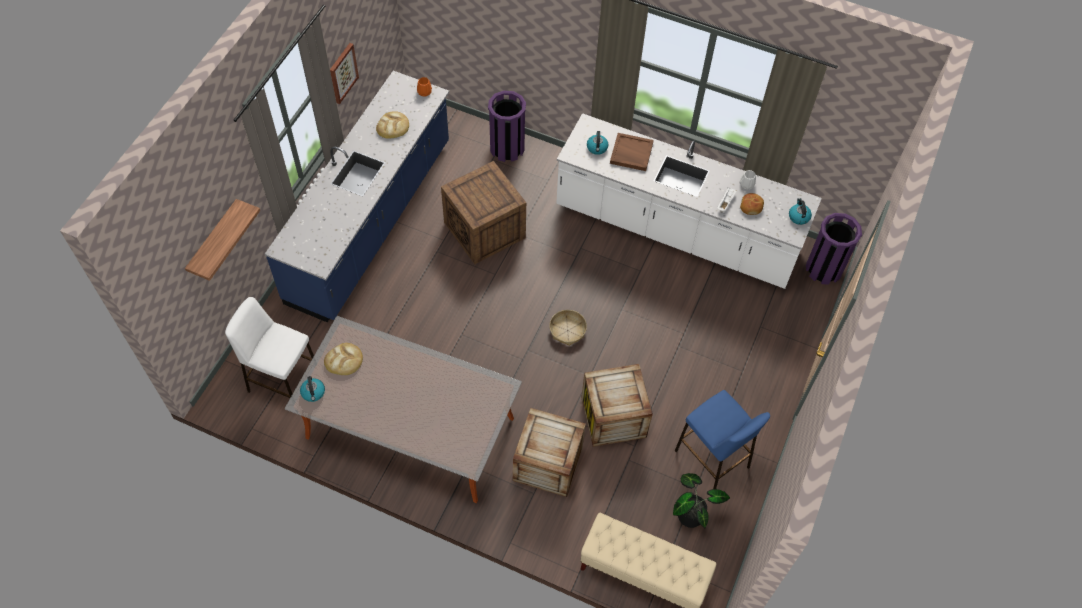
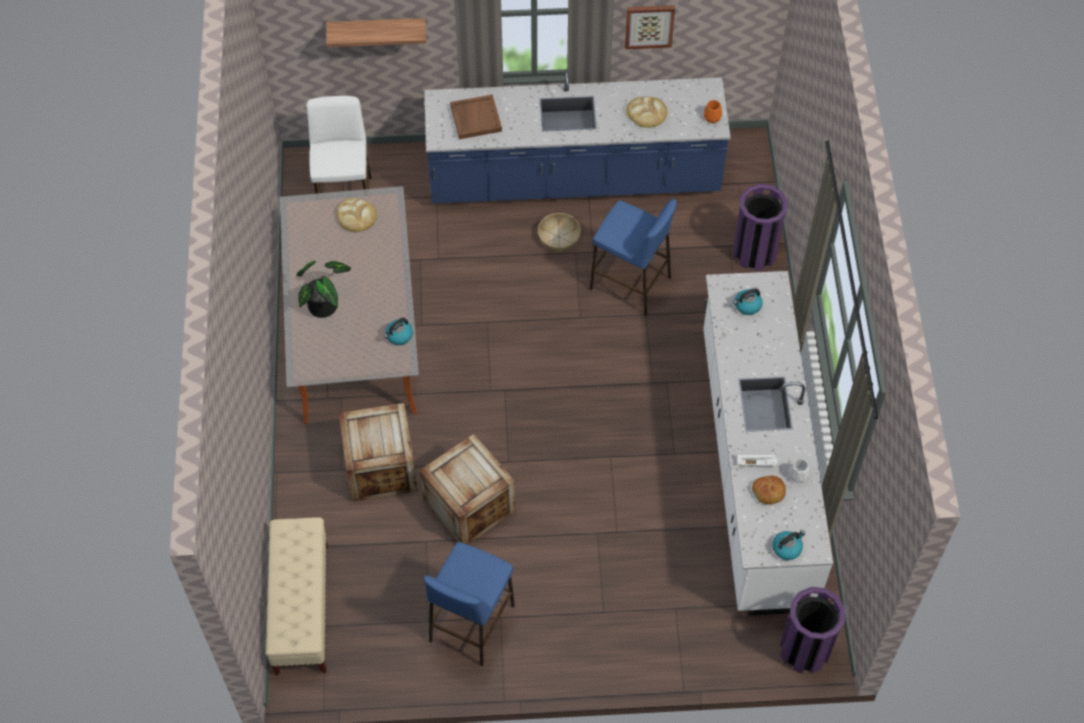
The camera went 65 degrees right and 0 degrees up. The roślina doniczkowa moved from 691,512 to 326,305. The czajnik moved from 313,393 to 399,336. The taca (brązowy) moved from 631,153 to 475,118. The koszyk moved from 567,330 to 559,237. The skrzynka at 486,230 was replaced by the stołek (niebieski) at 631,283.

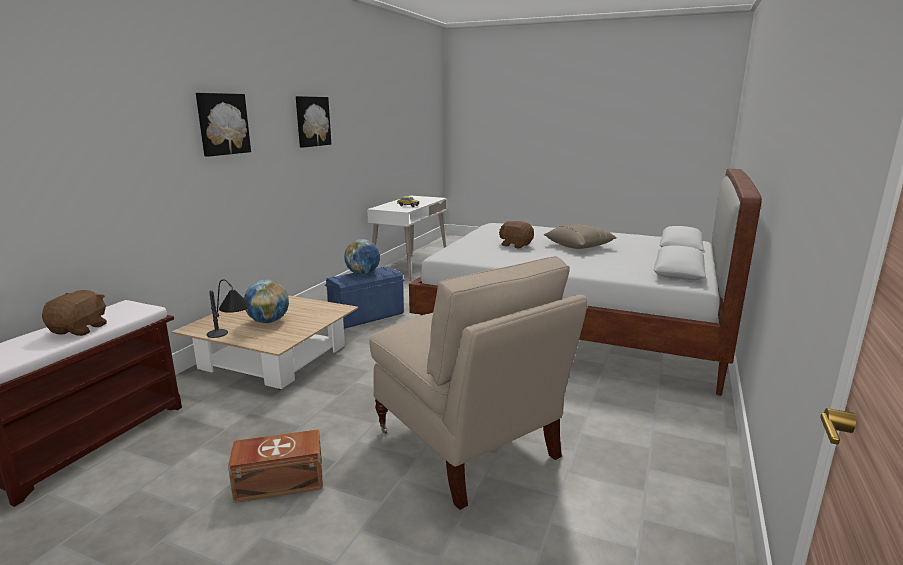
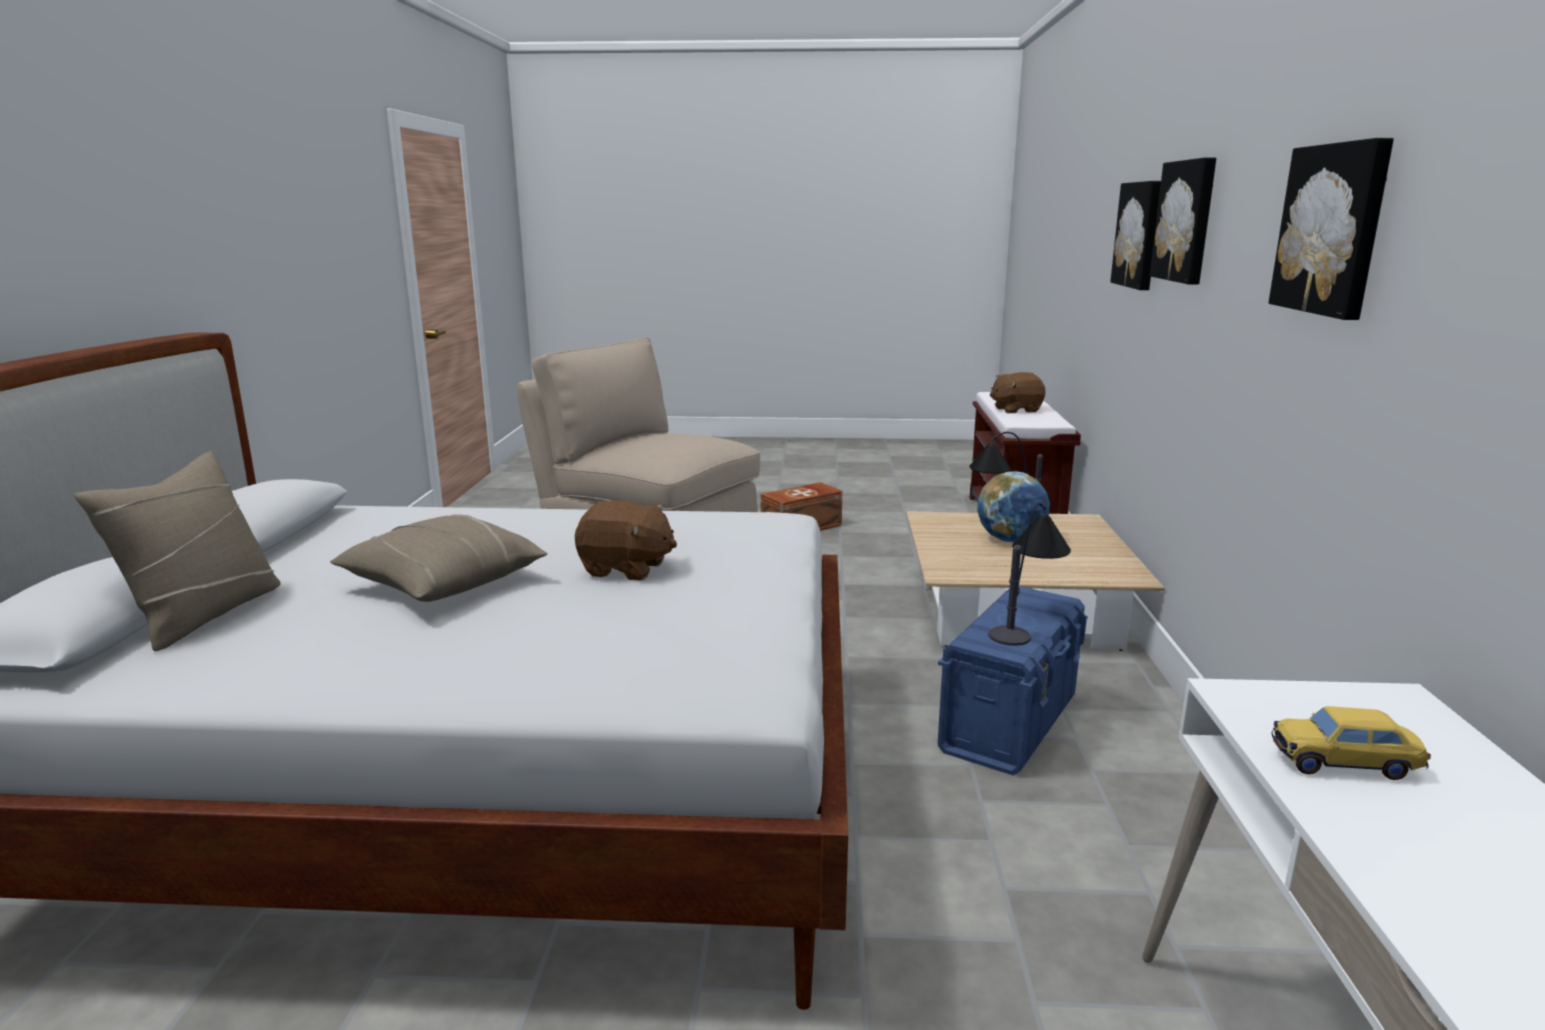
The camera went 160 degrees right and 0 degrees up. The poduszka (beżowy) at 204,614 appeared. The globus at 363,274 was replaced by the lampa stołowa at 1025,621. The pluszak (brązowy) at 80,329 turned 90 degrees clockwise. The obraz at 1140,235 appeared.

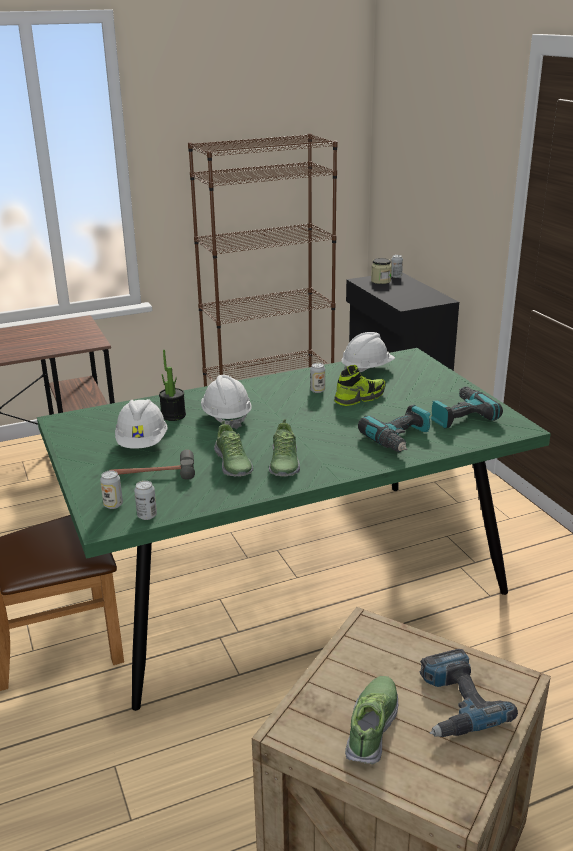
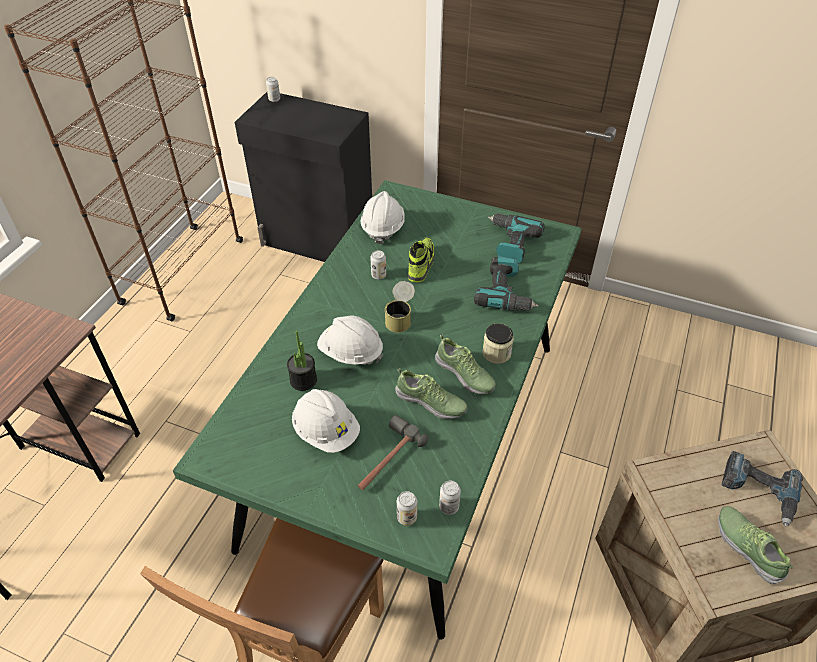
The camera went 45 degrees left and 20 degrees up. The puszka at 400,317 appeared. The słoik moved from 381,281 to 496,353.

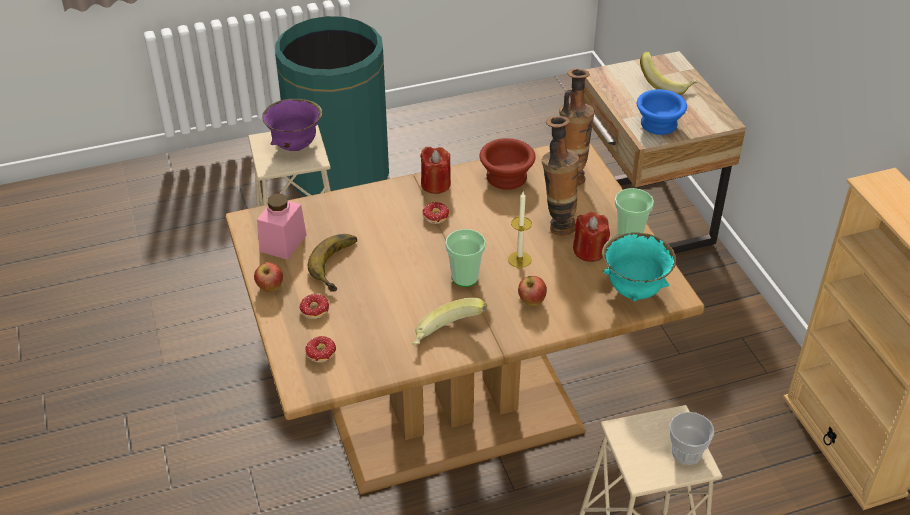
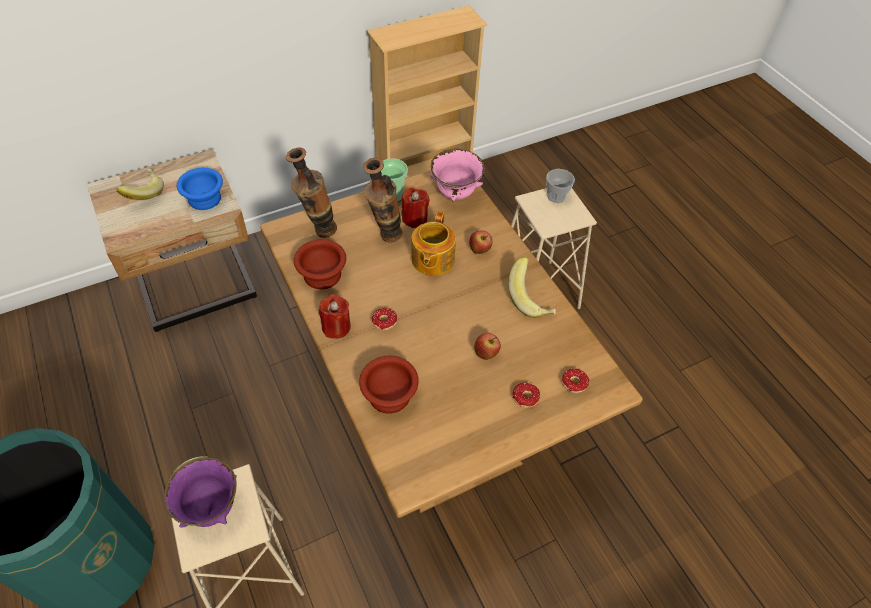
The camera went 100 degrees left and 10 degrees up. The miska (brązowy) at 390,396 appeared. The świeca at 519,259 was replaced by the imbryk at 432,260. The miska (turkusowy) at 634,291 became the miska (różowy) at 455,194. The jabłko moved from 270,288 to 486,353. The słoik (różowy) at 283,243 disappeared. The banan at 340,265 disappeared. The filiżanka at 465,278 disappeared.

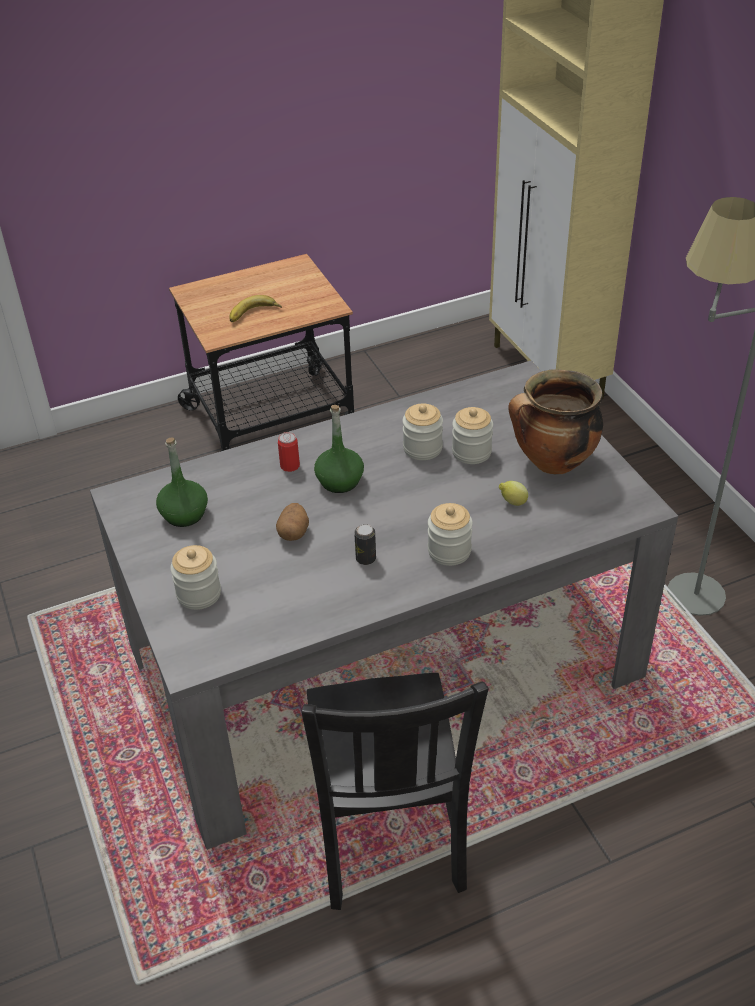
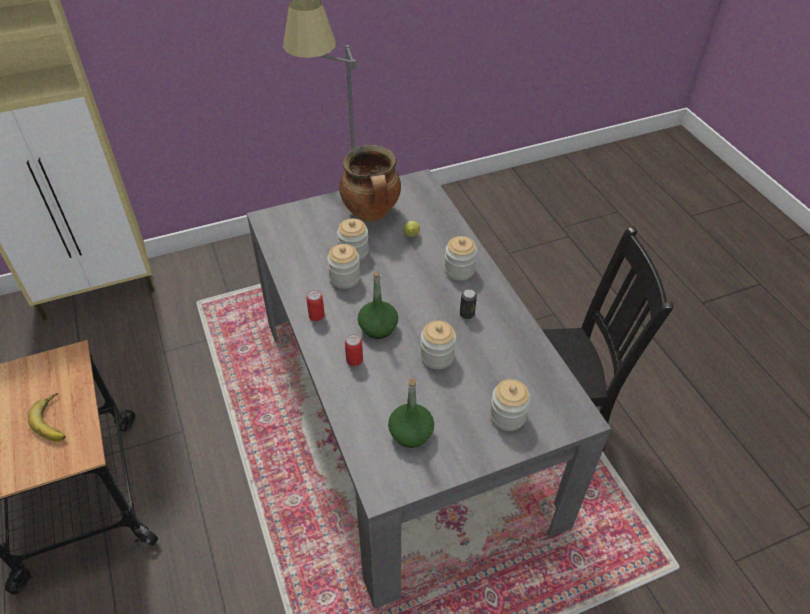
The camera went 90 degrees left and 5 degrees up. The puszka at 316,315 appeared. The ziemniak at 293,532 was replaced by the słoik at 437,356.

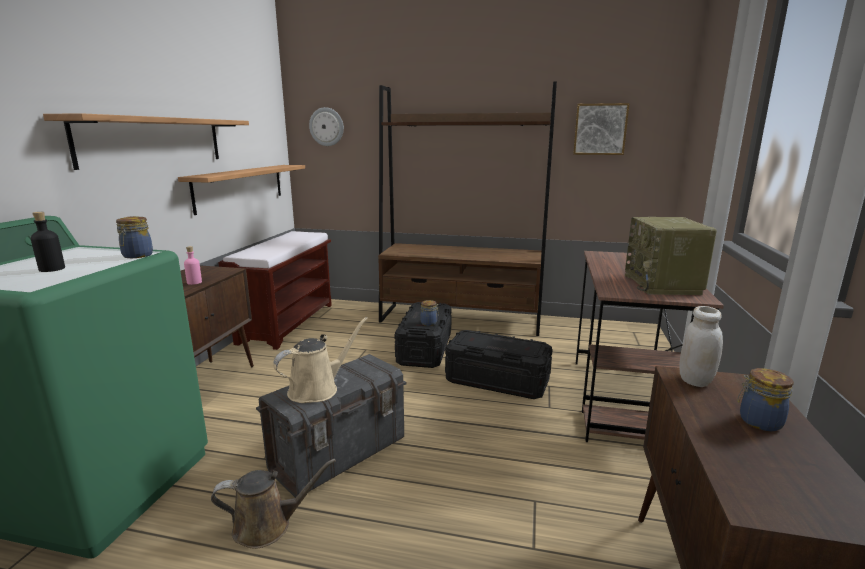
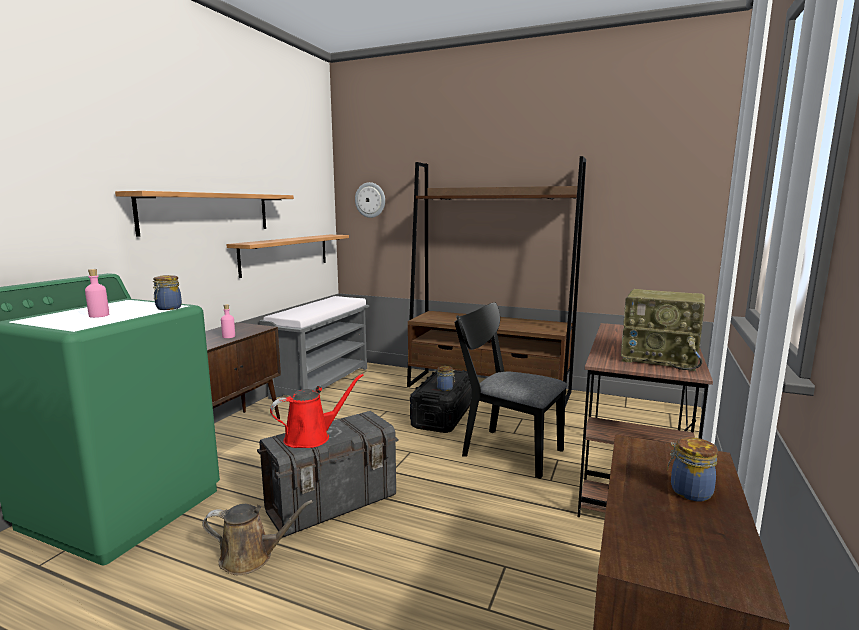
The camera went 10 degrees right and 5 degrees down. The butelka (czarny) at 52,269 became the butelka (różowy) at 99,315. The ławka (brązowy) at 287,322 became the ławka (szary) at 322,382. The konewka (beżowy) at 318,389 became the konewka (czerwony) at 312,437. The pojemnik do przechowywania (czarny) at 497,380 was replaced by the krzesło (czarny) at 505,450. The radio at 663,285 turned 75 degrees counterclockwise. The obraz at 600,129 disappeared. The słoik (biały) at 695,380 disappeared.

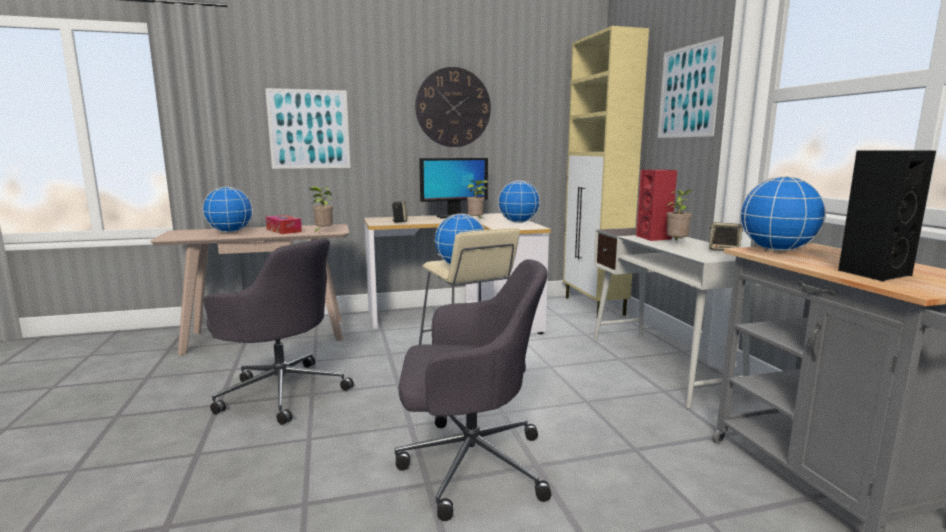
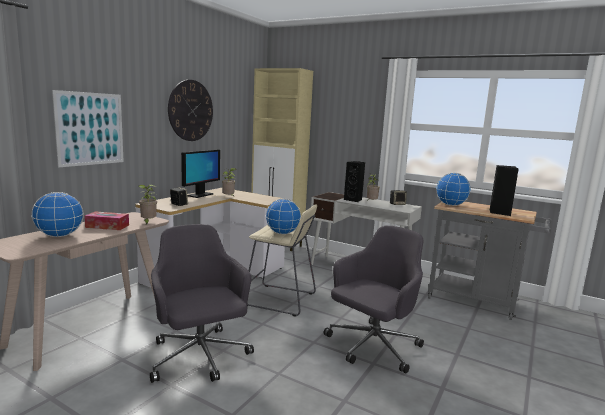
The camera went 45 degrees left and 0 degrees up. The krzesło biurowe (szary) at 282,391 turned 105 degrees counterclockwise. The głośnik (czerwony) at 654,238 became the głośnik (czarny) at 354,200. The globus at 518,222 disappeared. The obraz at 688,92 disappeared.

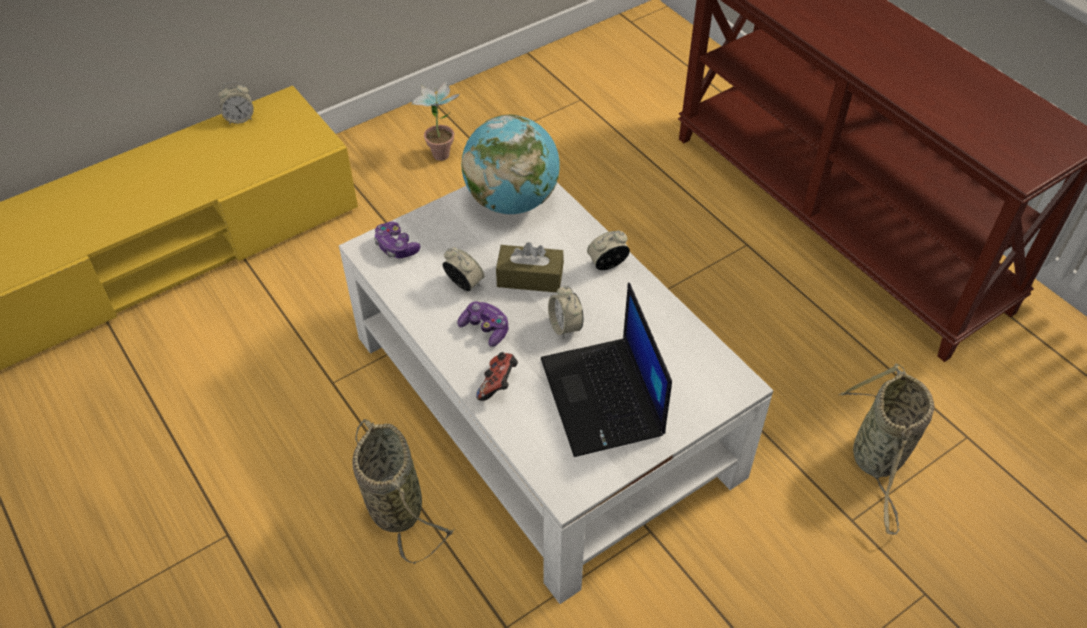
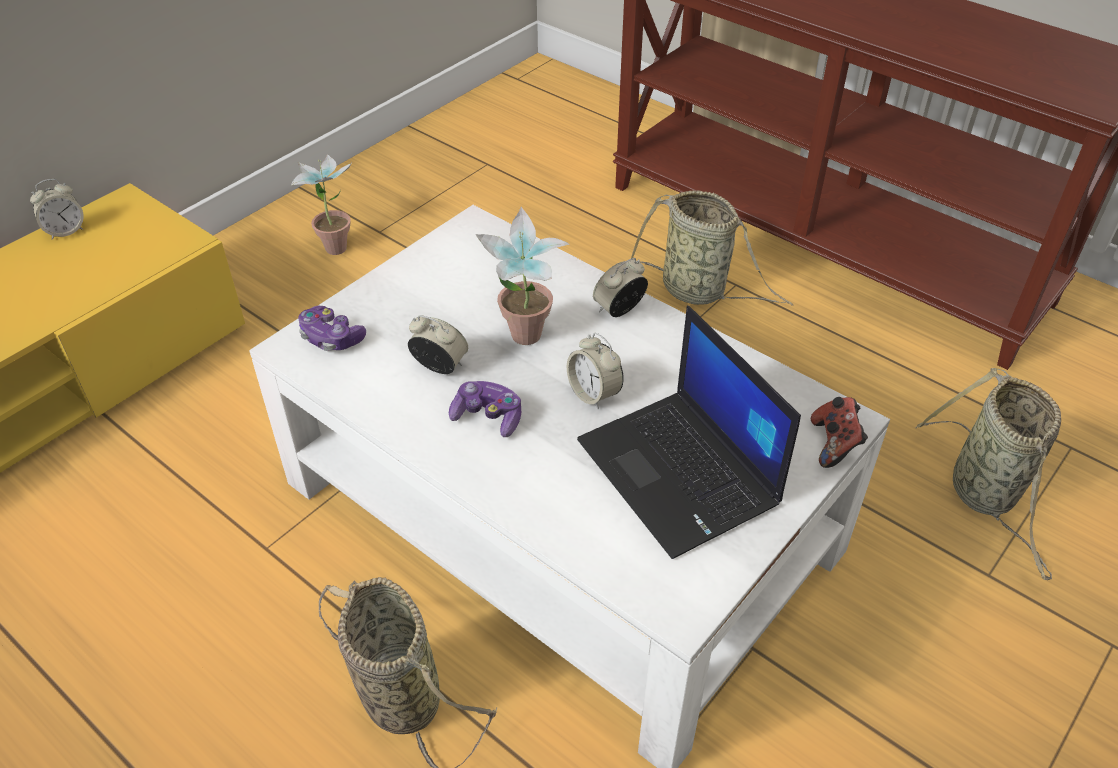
The camera went 15 degrees left and 5 degrees down. The pudełko chusteczek (brązowy) at 530,277 was replaced by the roślina doniczkowa at 525,343. The koszyk at 698,291 appeared. The pad do gier moved from 498,385 to 835,444. The globus at 512,201 disappeared.

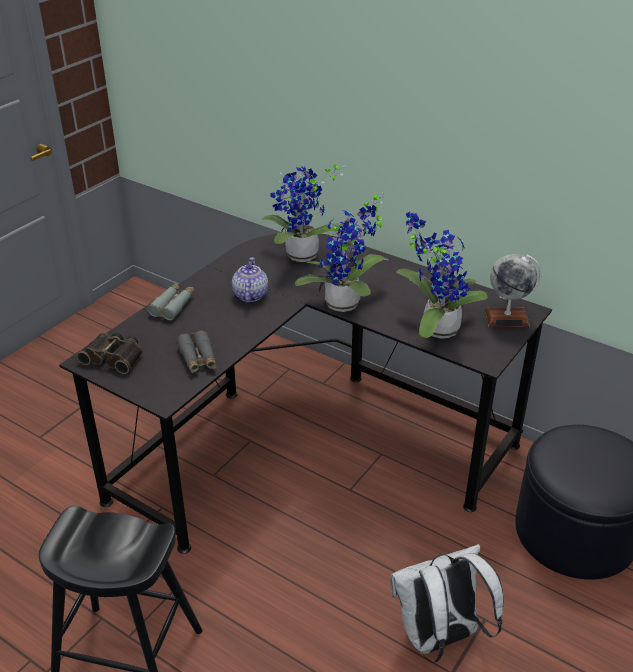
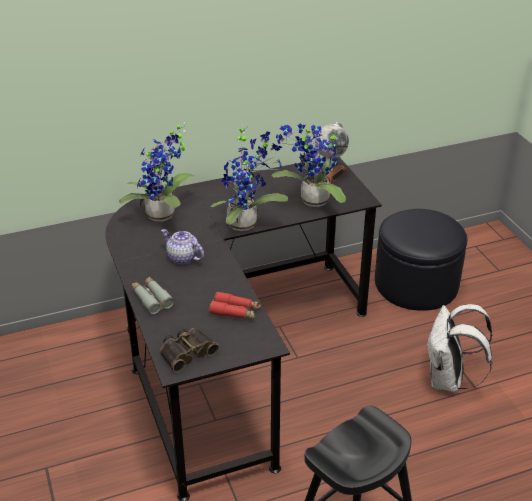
The camera went 55 degrees left and 0 degrees up. The lornetka (szary) at 198,359 became the lornetka (czerwony) at 235,311.

